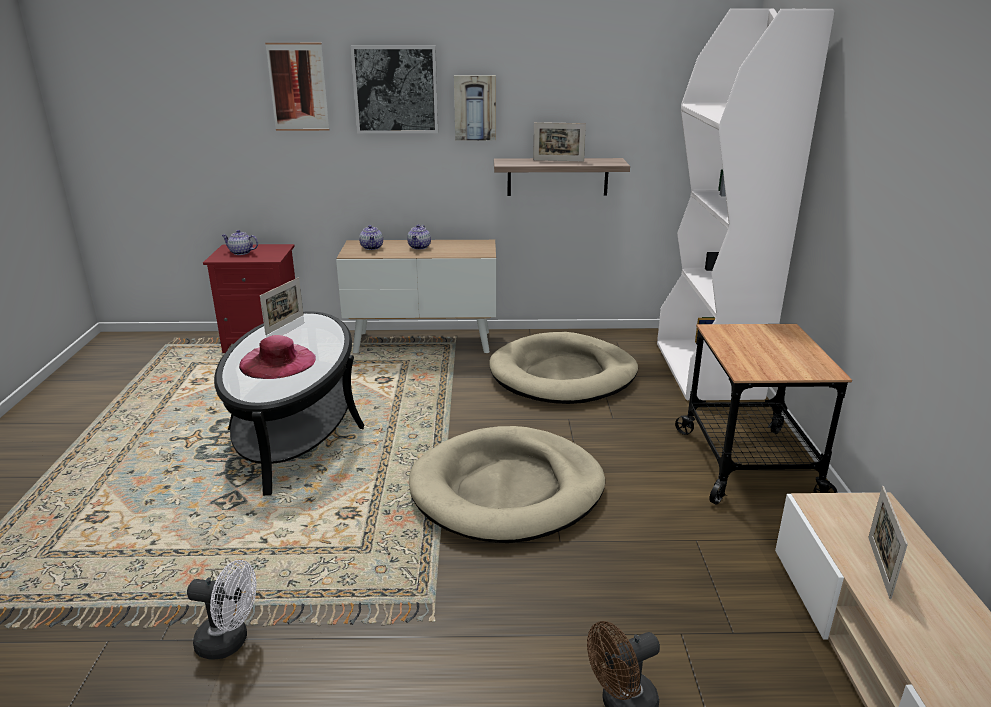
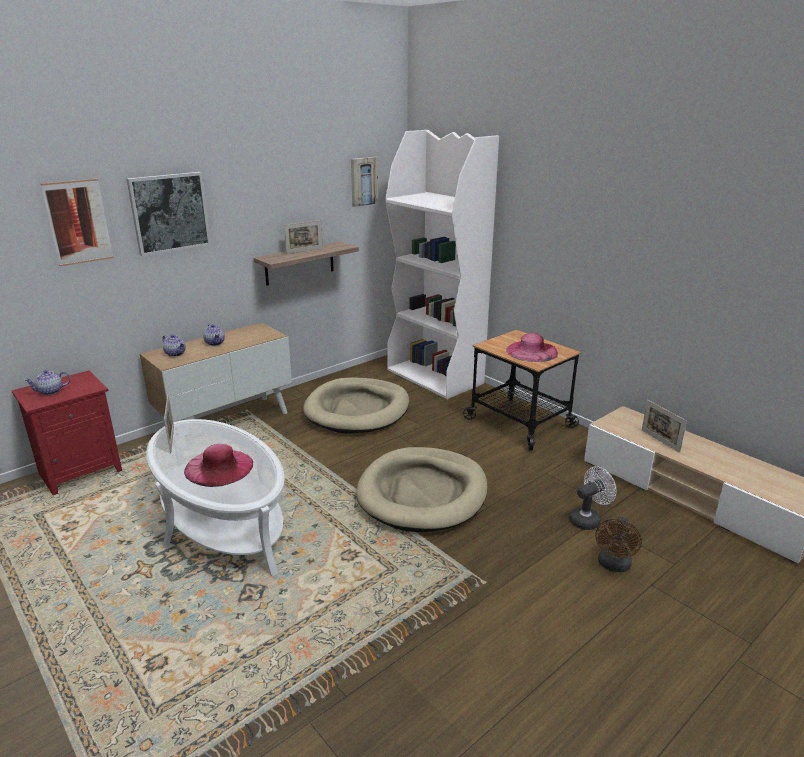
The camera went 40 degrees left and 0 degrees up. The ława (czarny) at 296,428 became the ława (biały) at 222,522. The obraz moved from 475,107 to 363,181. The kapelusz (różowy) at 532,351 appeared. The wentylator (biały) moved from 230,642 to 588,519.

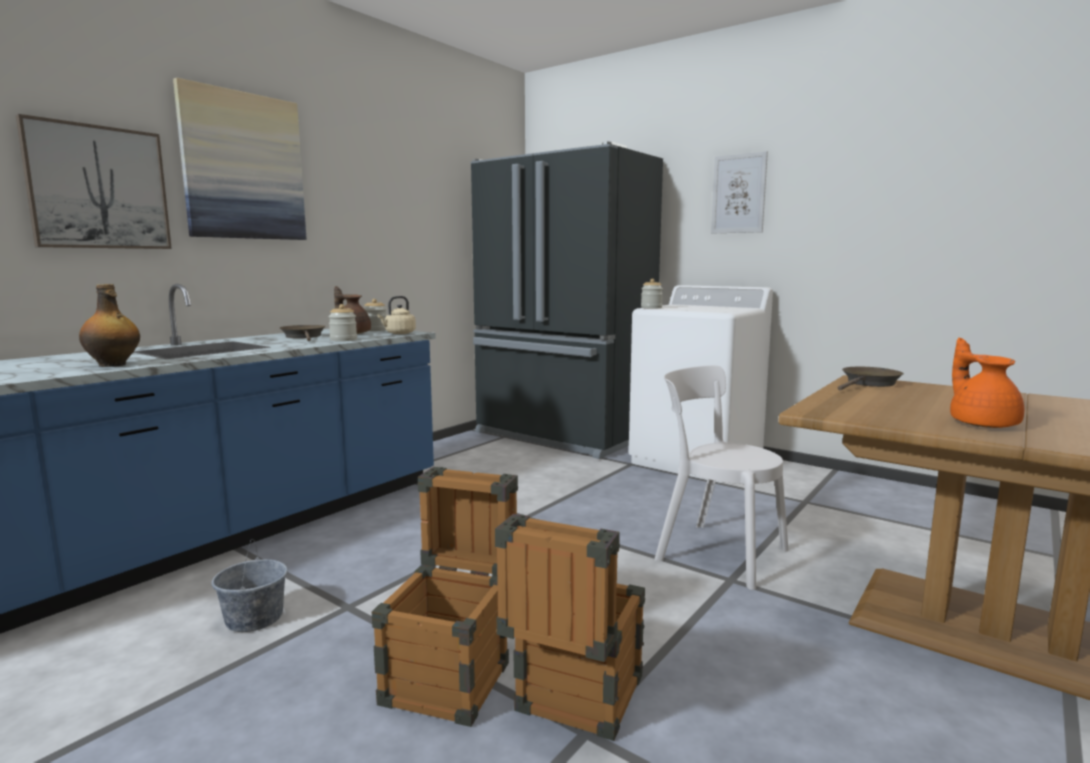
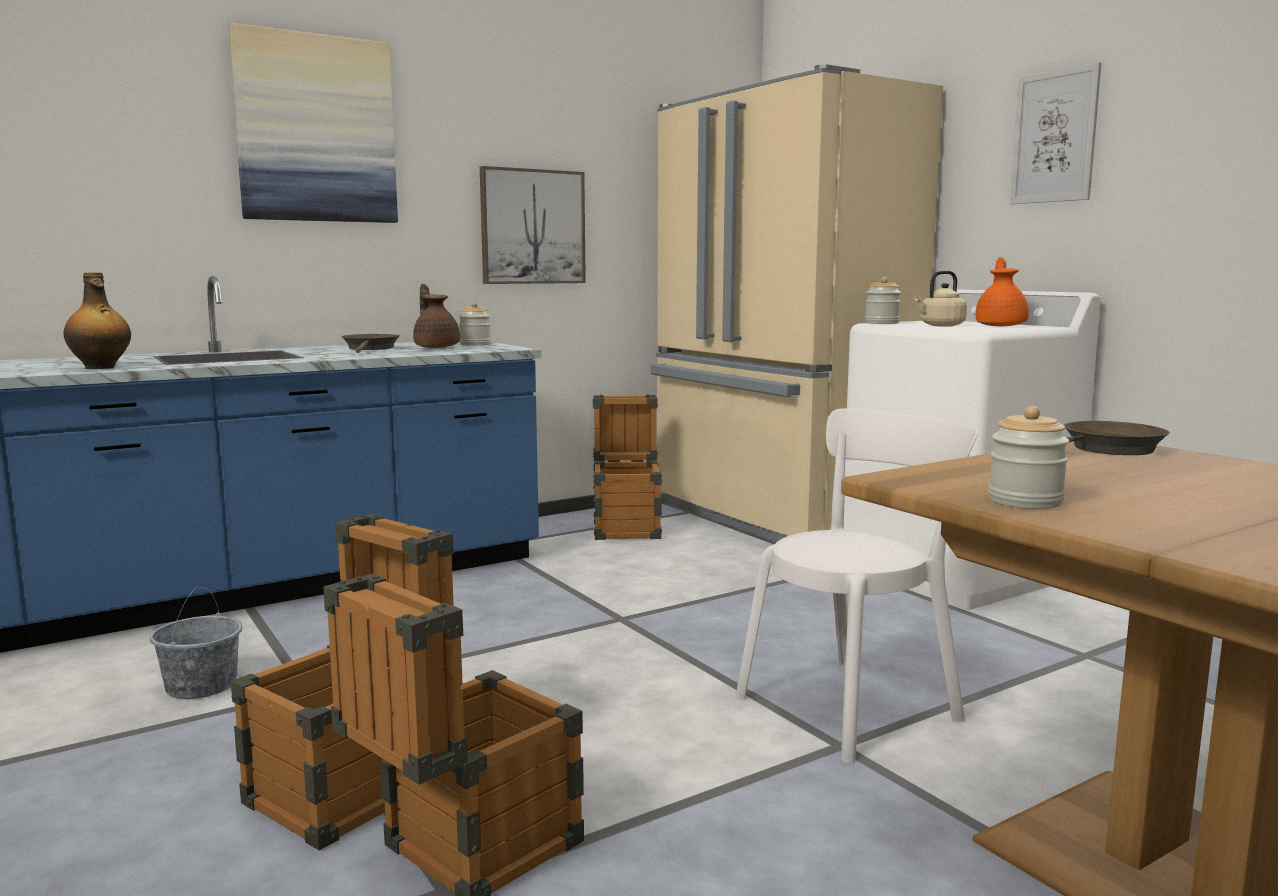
The camera went 20 degrees right and 0 degrees up. The obraz moved from 98,188 to 532,227. The skrzynka at 627,527 appeared. The lodówka (czarny) at 561,435 became the lodówka (beżowy) at 774,518. The krzesło (biały) at 715,552 turned 90 degrees clockwise. The czajnik (beżowy) moved from 399,333 to 940,326. The imbryk (pomarańczowy) moved from 981,423 to 1001,326. The słoik moved from 343,340 to 1025,501.

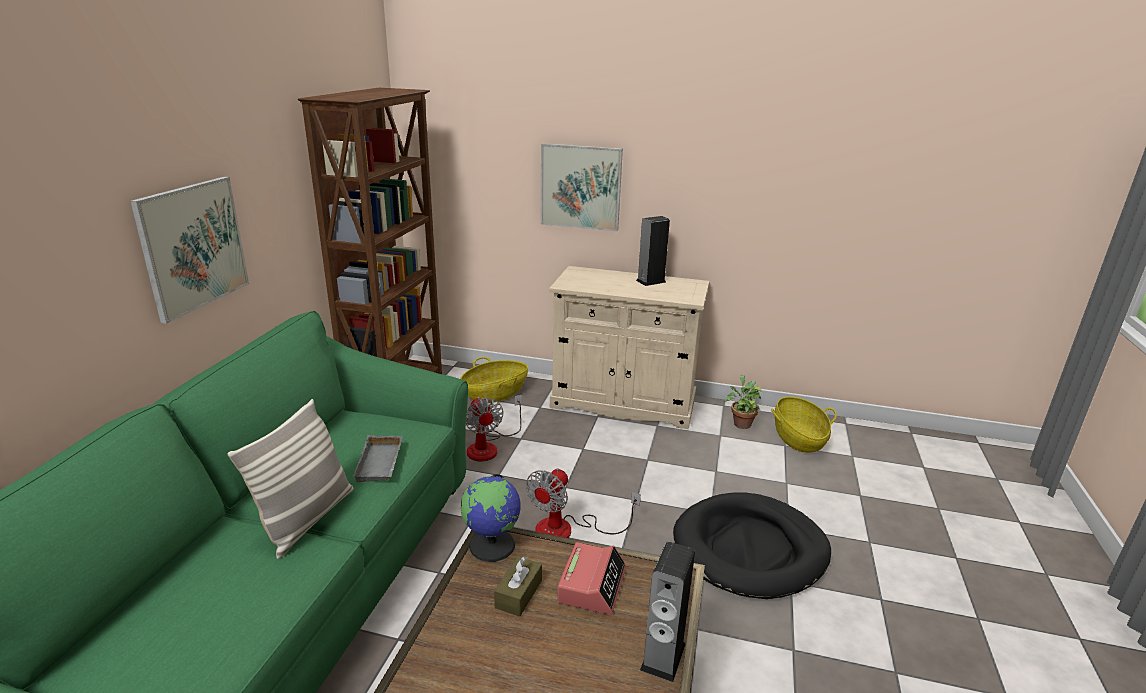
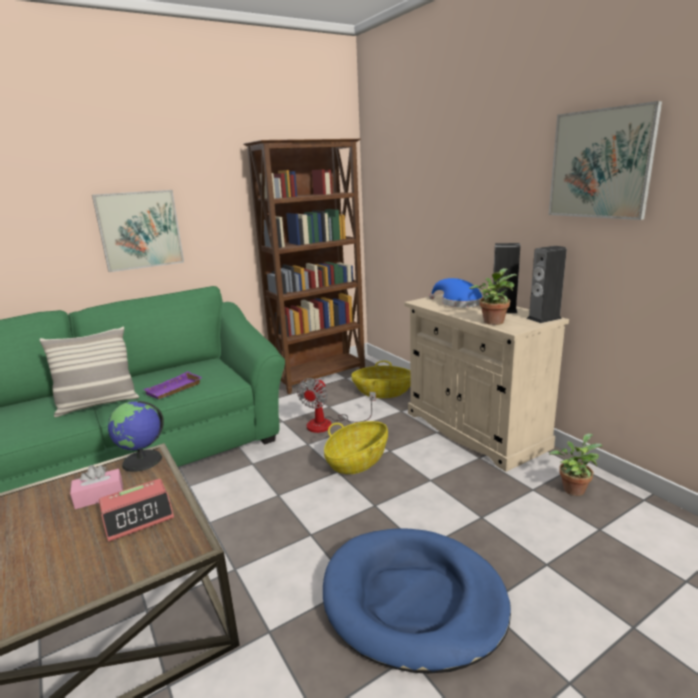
The camera went 45 degrees right and 5 degrees down. The pudełko chusteczek (brązowy) at 518,594 became the pudełko chusteczek (różowy) at 99,496. The taca (szary) at 381,463 became the taca (fioletowy) at 174,390. The legowisko (czarny) at 750,549 became the legowisko (niebieski) at 413,600. The koszyk moved from 798,438 to 357,461. The kapelusz (niebieski) at 458,303 appeared. The roślina doniczkowa at 493,321 appeared. The głośnik moved from 663,656 to 544,318. The obraz moved from 580,187 to 600,164. The wentylator at 567,530 disappeared.

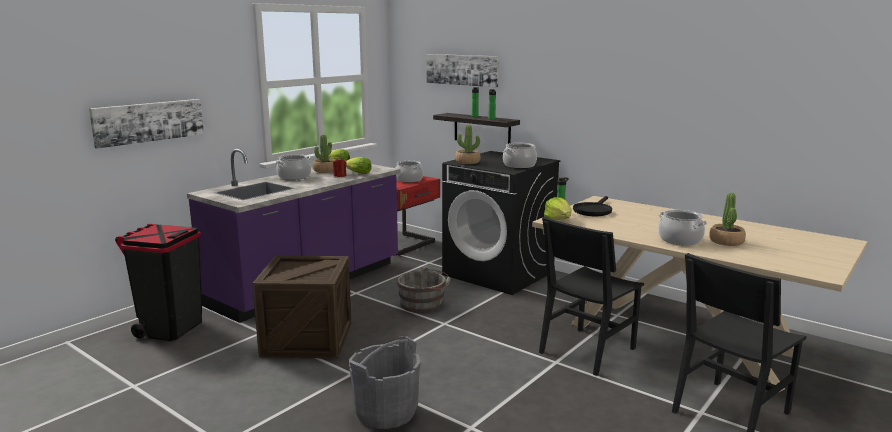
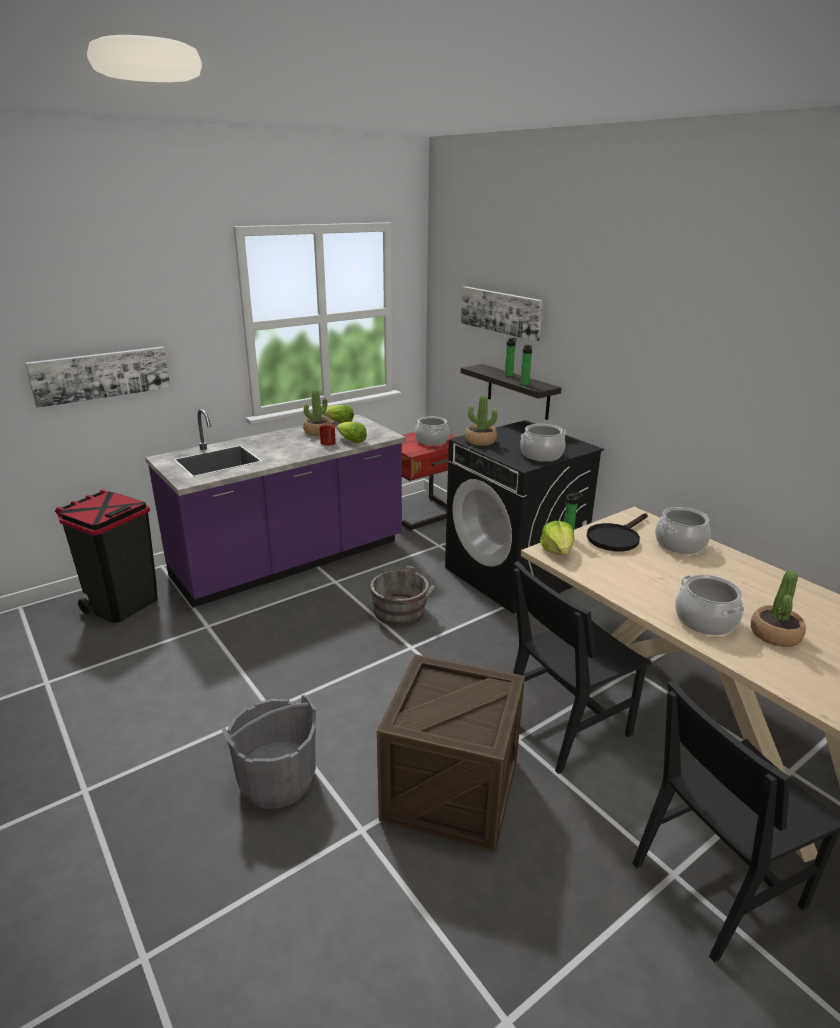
The camera went 15 degrees right and 10 degrees up. The skrzynka moved from 307,339 to 451,789. The garnek moved from 294,177 to 679,544.

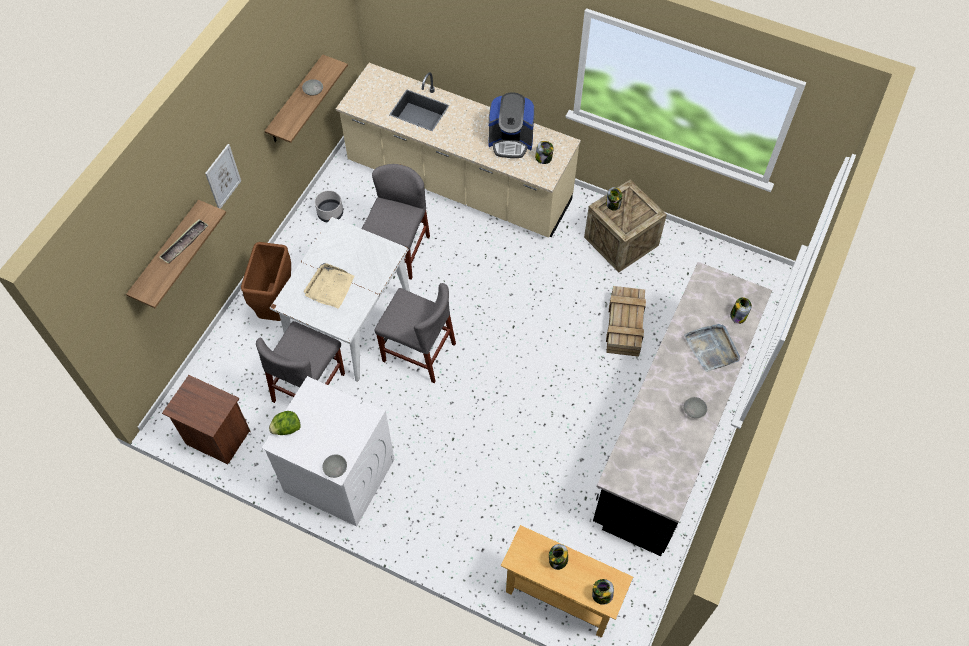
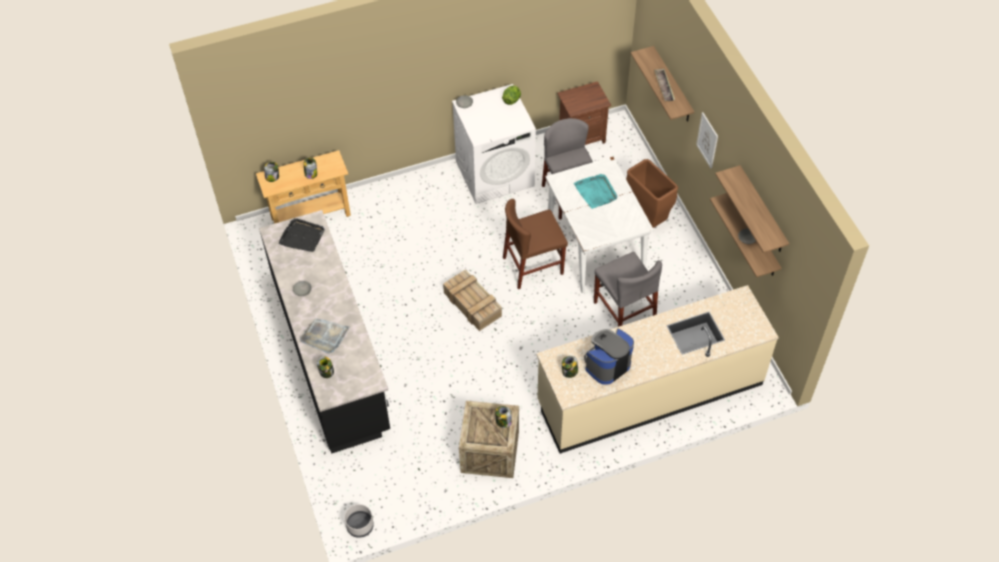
The camera went 135 degrees right and 5 degrees down. The taca (czarny) at 302,236 appeared. The donica (szary) moved from 330,213 to 359,526. The skrzynka moved from 624,324 to 473,305. The krzesło (szary) at 418,352 became the krzesło (brązowy) at 533,265. The taca (beżowy) at 329,287 became the taca (turkusowy) at 596,192. The półka at 762,211 appeared.

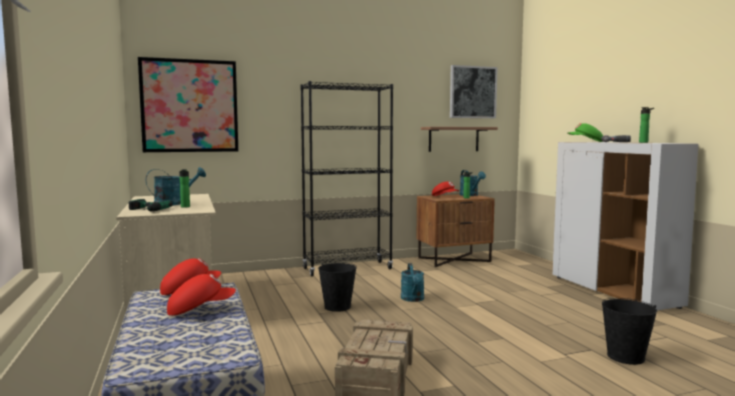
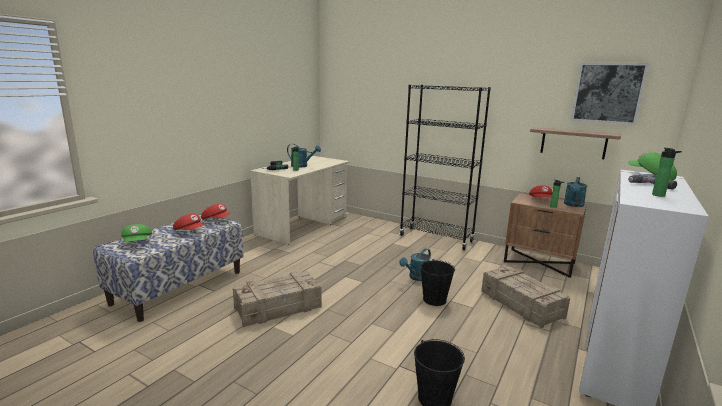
The camera went 50 degrees right and 10 degrees up. The czapka z daszkiem (zielony) at 138,242 appeared. The wiadro (czarny) moved from 337,307 to 434,299. The skrzynka at 521,304 appeared. The obraz at 190,106 disappeared.

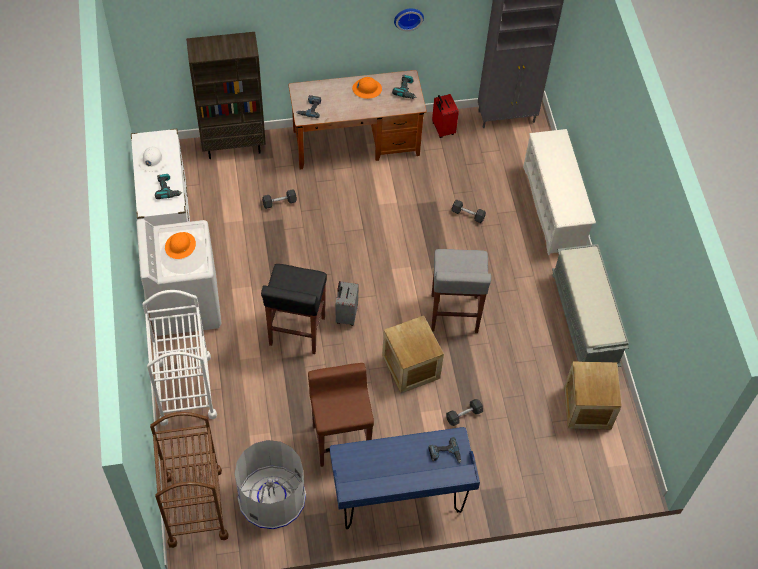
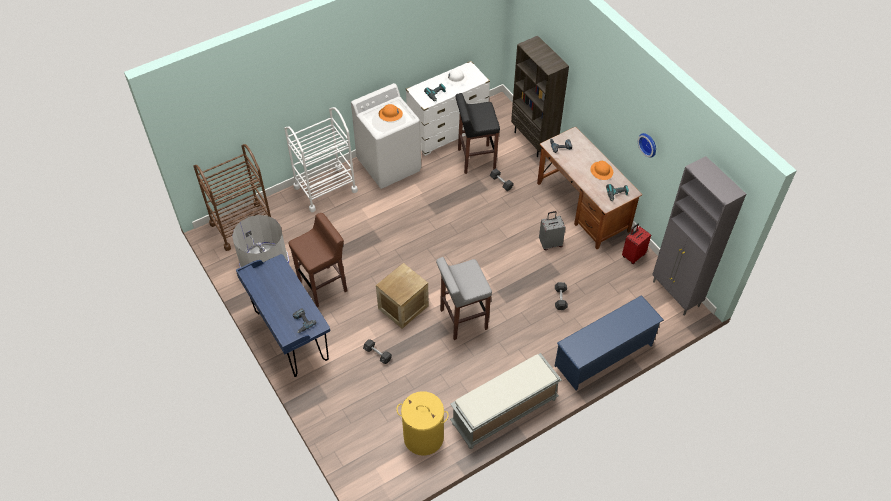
The camera went 70 degrees right and 5 degrees down. The skrzynka at 587,407 was replaced by the kosz na pranie (żółty) at 423,437. The stołek (czarny) moved from 296,332 to 475,159. The walizka (szary) moved from 346,315 to 550,243. The regał na buty (biały) at 553,208 became the regał na buty (niebieski) at 604,355.

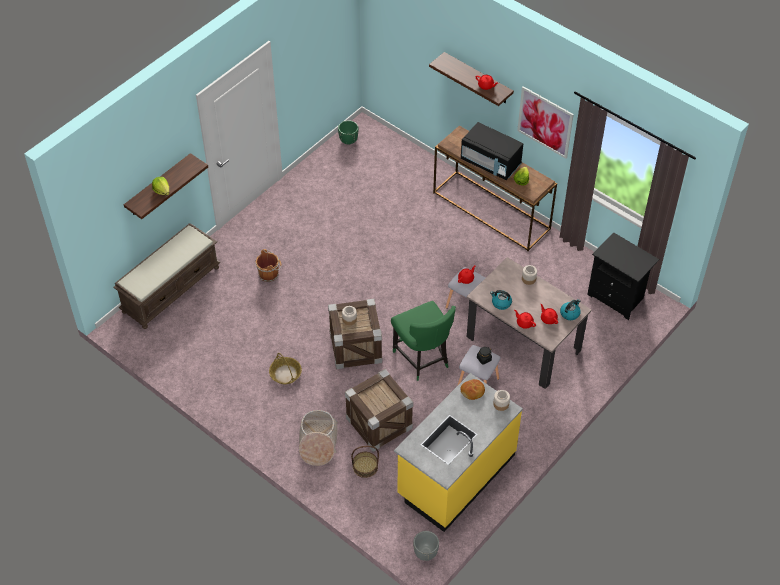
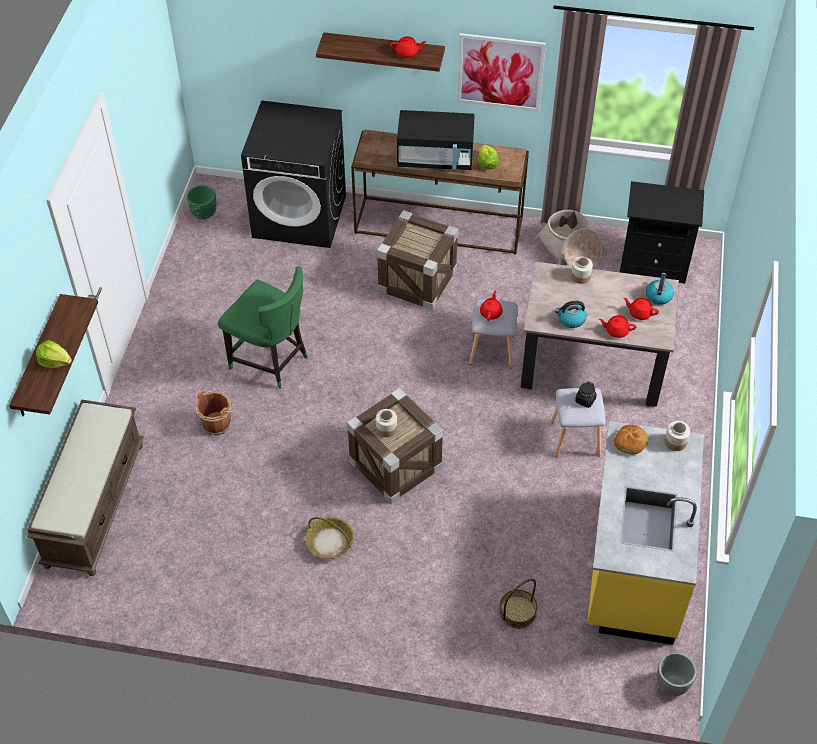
The camera went 30 degrees left and 0 degrees up. The krzesło (zielony) moved from 422,359 to 271,361. The pralka (czarny) at 300,216 appeared. The skrzynka moved from 379,423 to 417,280. The koszyk moved from 318,443 to 569,250.

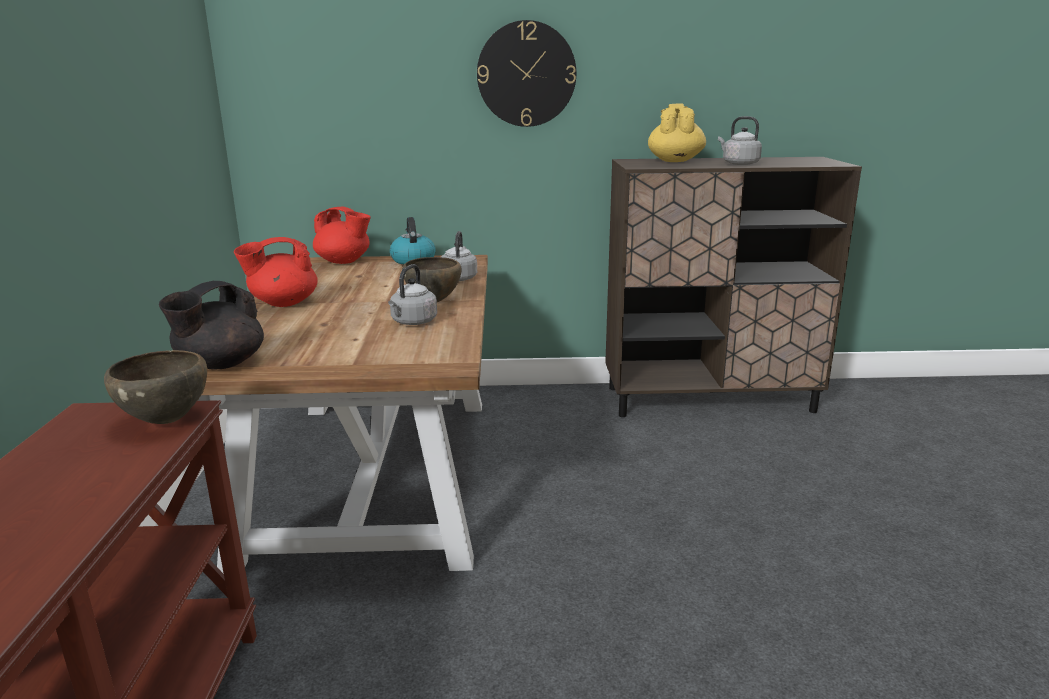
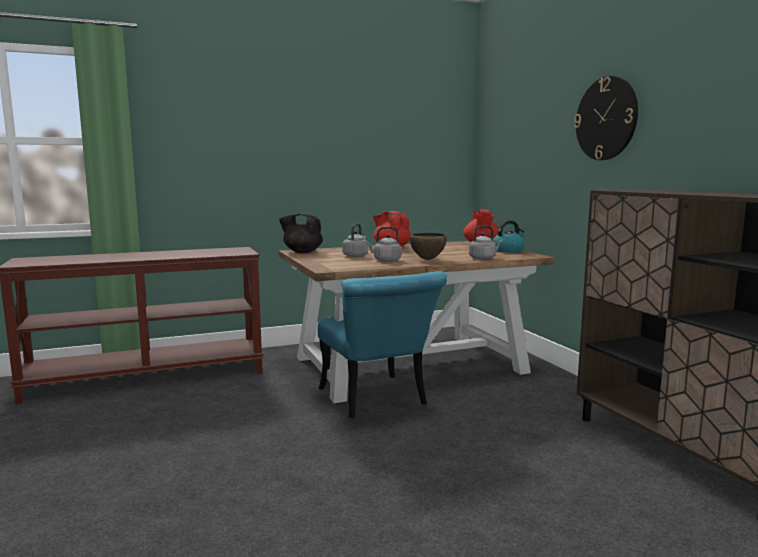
The camera went 70 degrees right and 10 degrees down. The krzesło (turkusowy) at 377,400 appeared. The czajnik (szary) moved from 738,163 to 356,255. The miska (brązowy) at 167,420 disappeared. The imbryk (żółty) at 675,161 disappeared.

